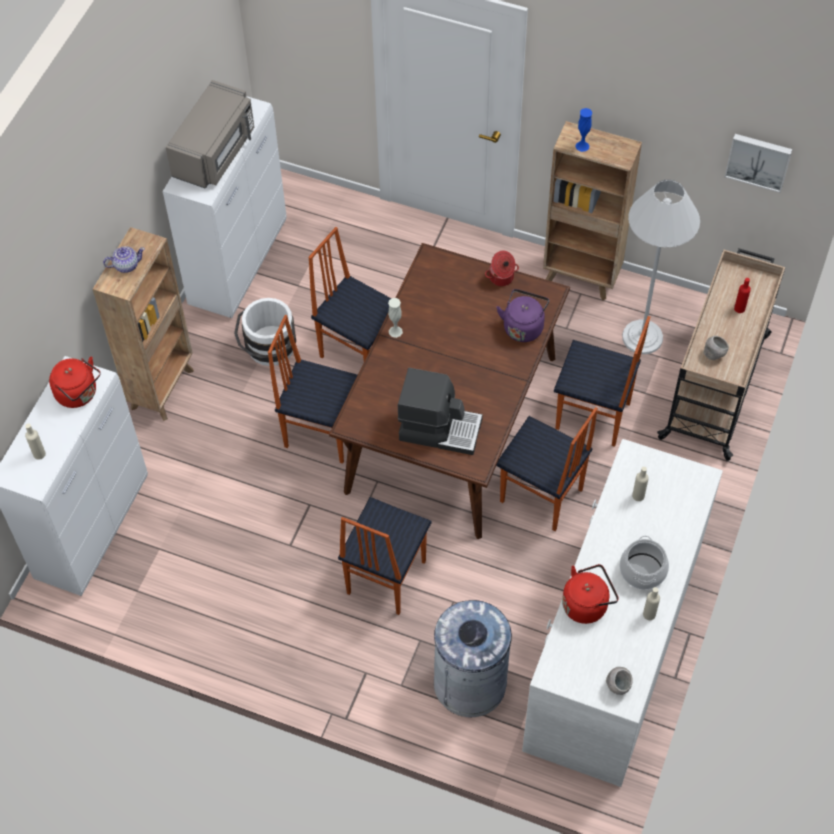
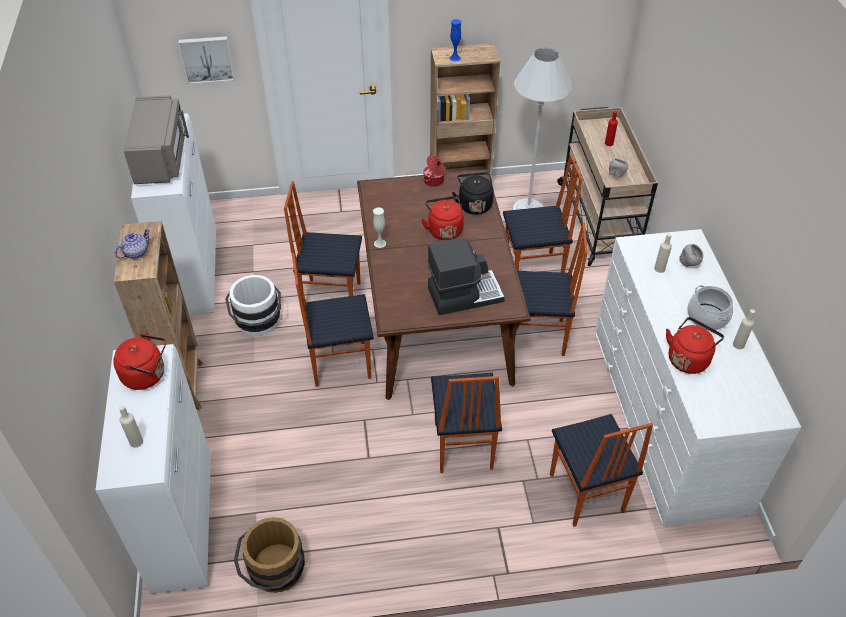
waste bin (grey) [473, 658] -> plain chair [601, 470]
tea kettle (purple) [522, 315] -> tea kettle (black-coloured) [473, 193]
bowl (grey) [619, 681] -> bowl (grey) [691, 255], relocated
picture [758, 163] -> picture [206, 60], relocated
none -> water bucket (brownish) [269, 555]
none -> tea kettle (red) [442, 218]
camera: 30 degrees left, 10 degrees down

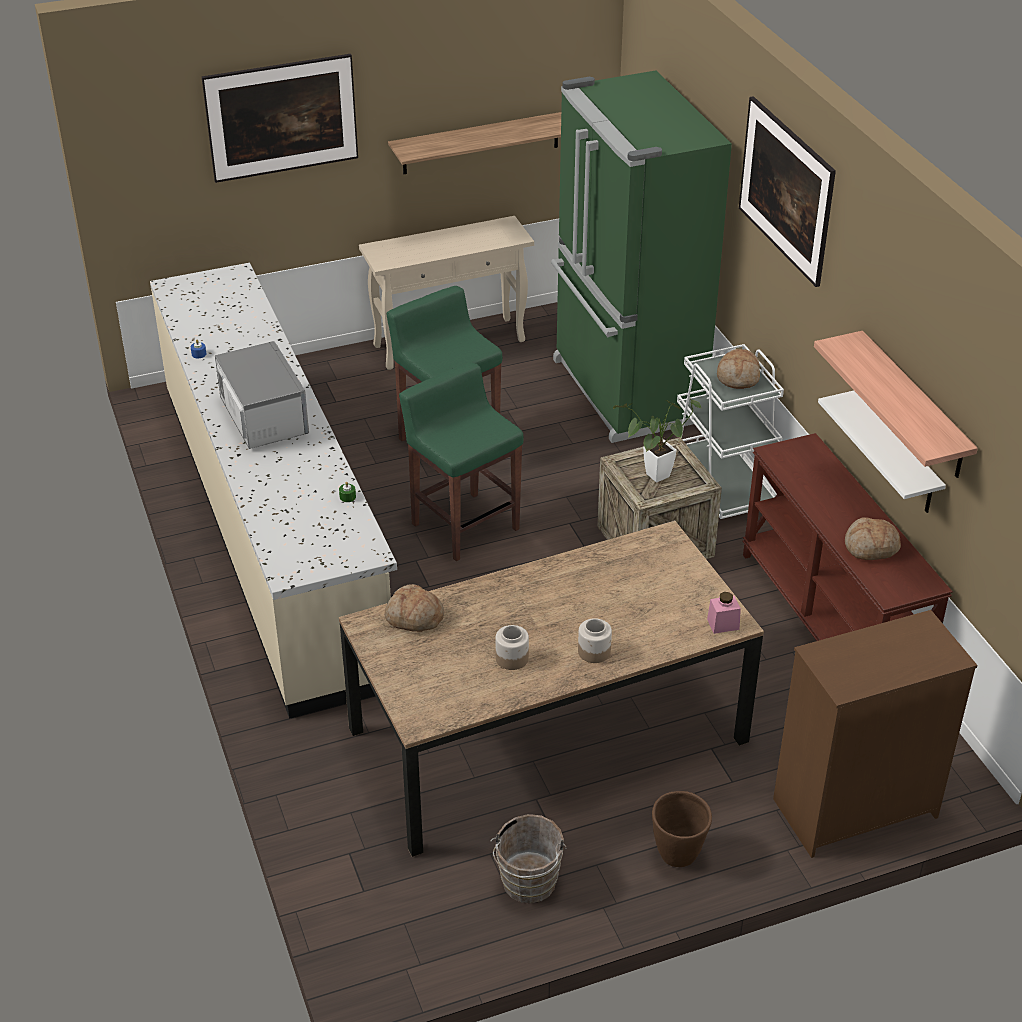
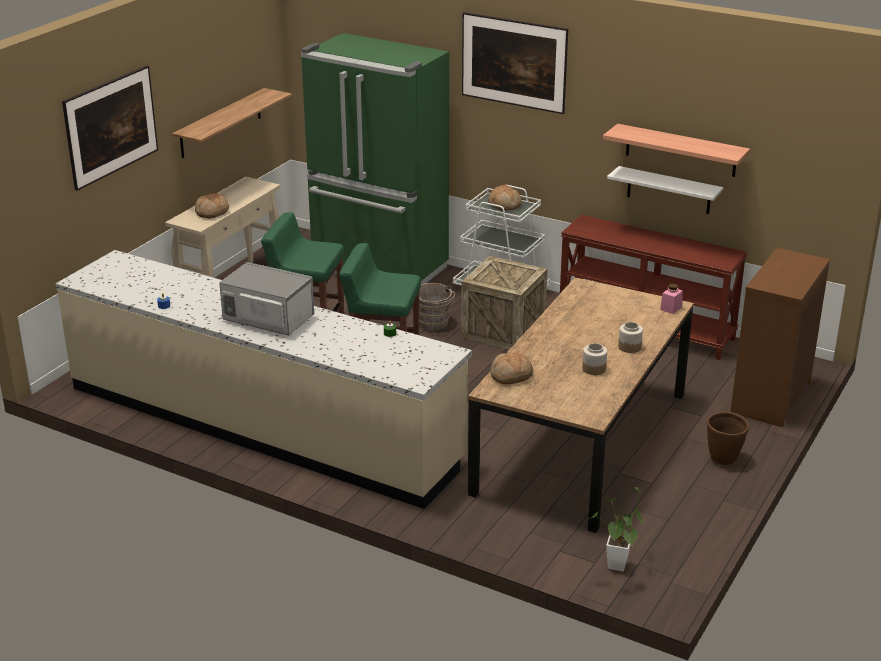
water bucket (brownish) [528, 858] -> water bucket (brownish) [437, 307], relocated
potted plant [657, 440] -> potted plant [613, 529], relocated
bakery bread [873, 538] -> bakery bread [212, 206], relocated
camera: 40 degrees left, 10 degrees down

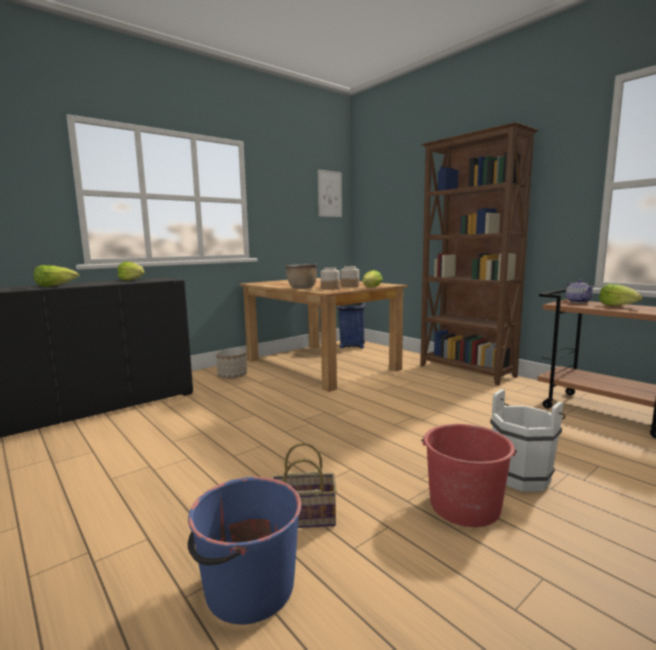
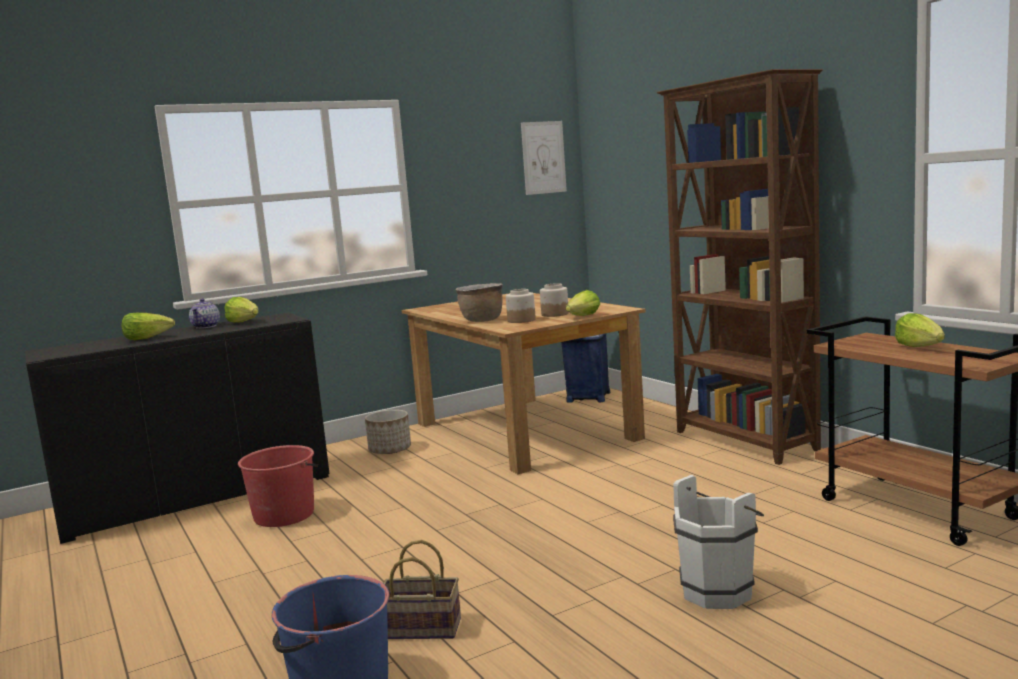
water bucket (red) [469, 475] -> water bucket (red) [278, 486], relocated
teapot [580, 291] -> teapot [204, 314], relocated
camera: 10 degrees right, 0 degrees up

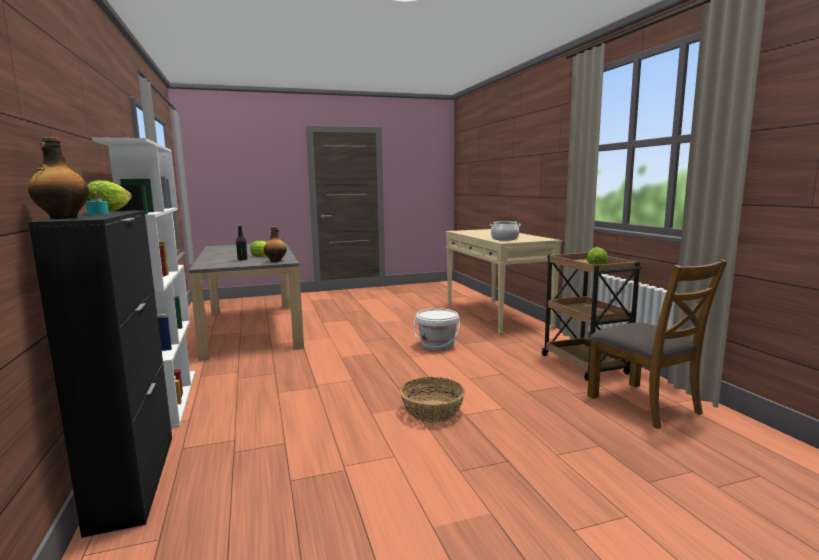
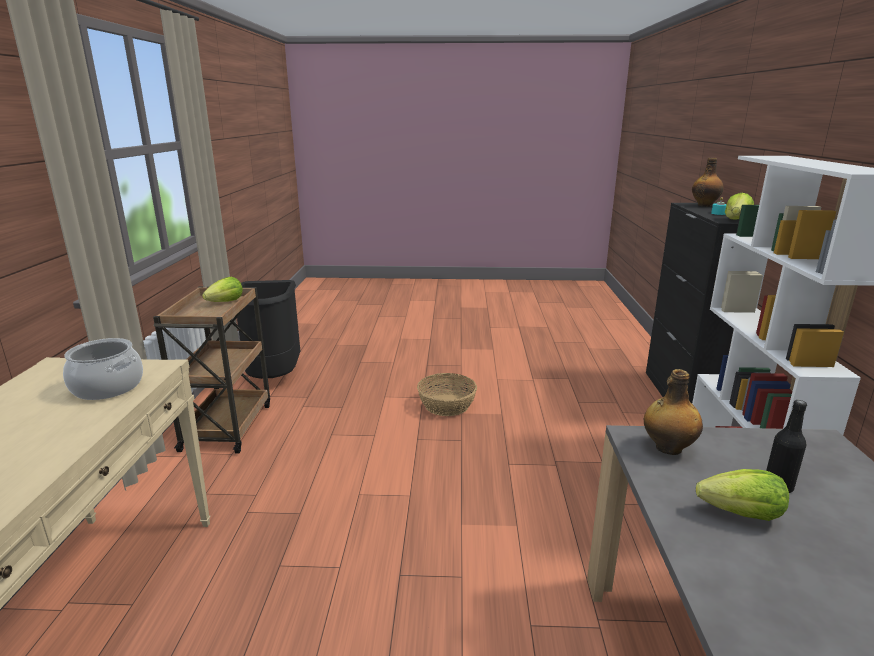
water bucket (white-coloured) [437, 329] -> none
plain chair (brownish) [657, 344] -> waste bin (black-coloured) [268, 329]
camera: 160 degrees left, 10 degrees up

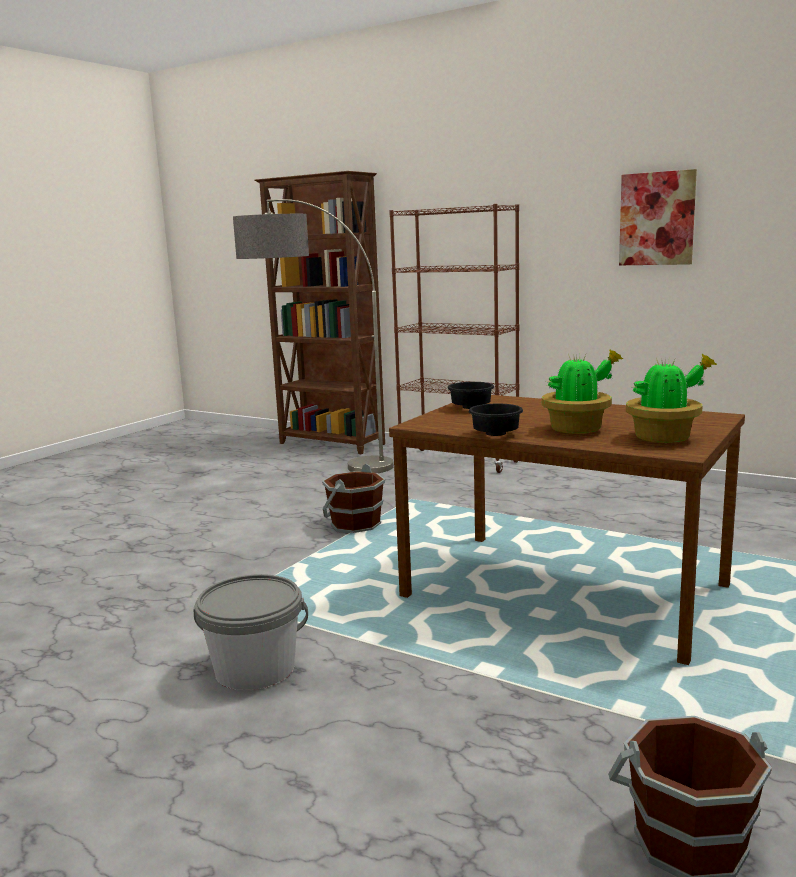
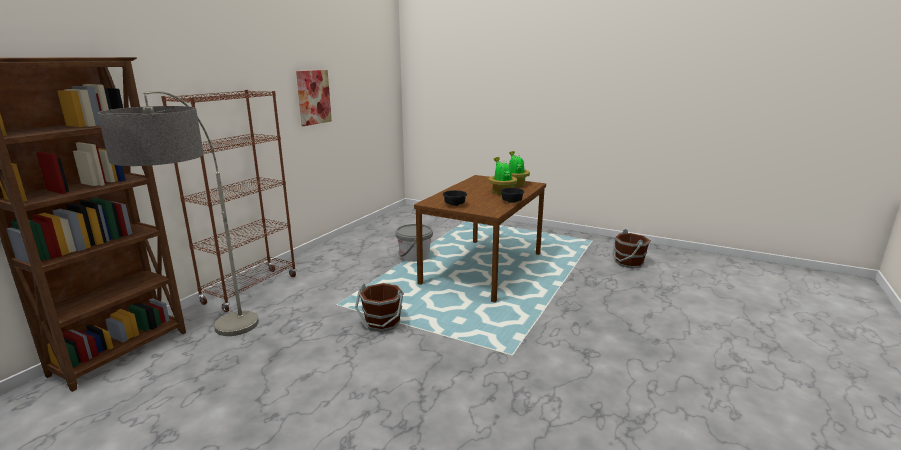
water bucket (grey) [250, 632] -> water bucket (grey) [414, 243], relocated
camera: 95 degrees left, 5 degrees up

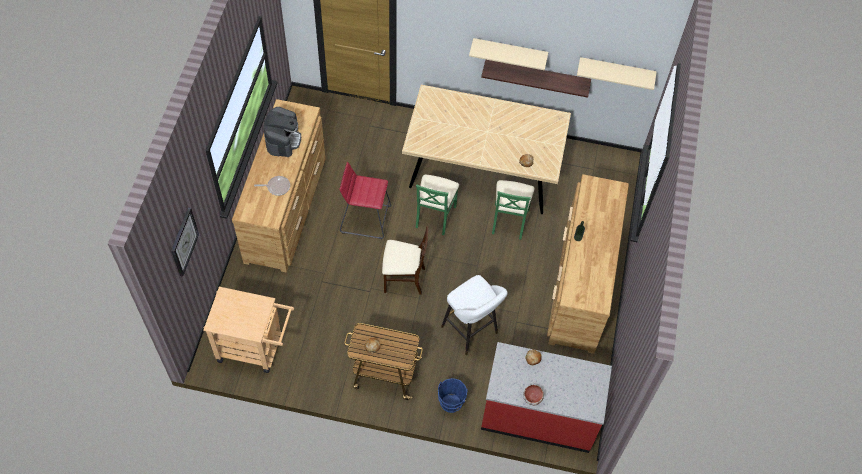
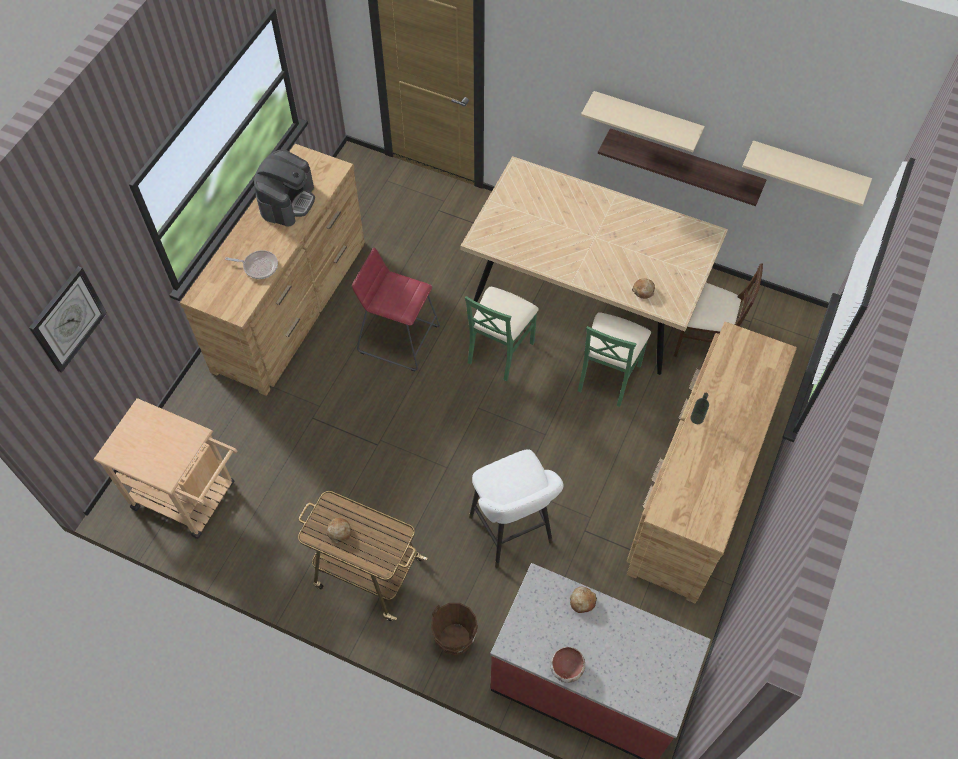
plain chair (beige) [405, 260] -> plain chair (beige) [718, 310], relocated
water bucket (blue) [453, 395] -> water bucket (brownish) [454, 629]
camera: 15 degrees right, 0 degrees up

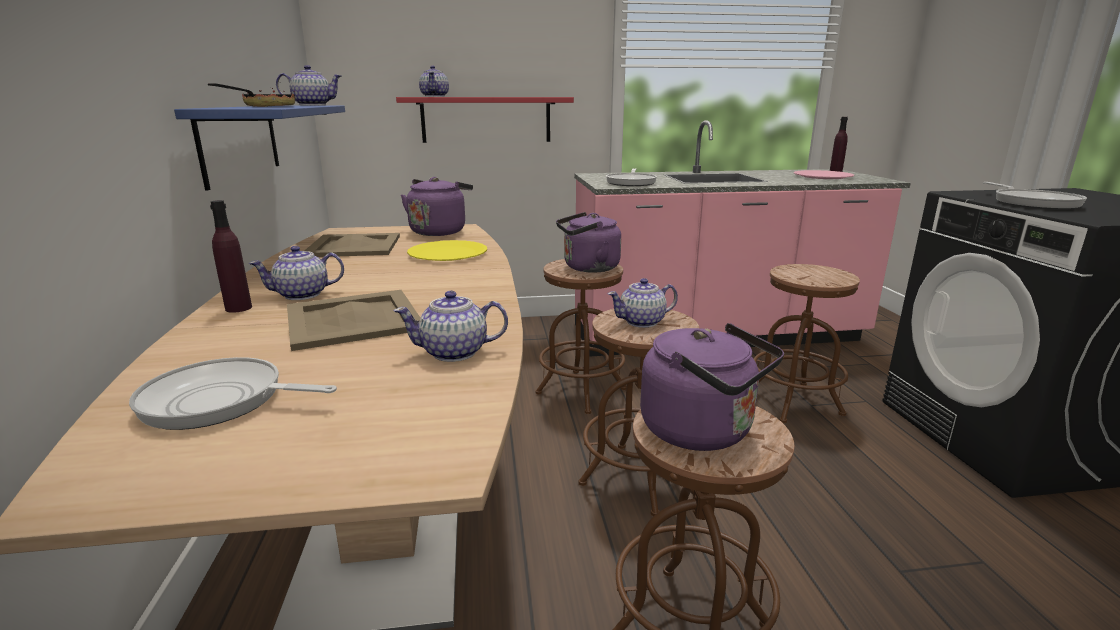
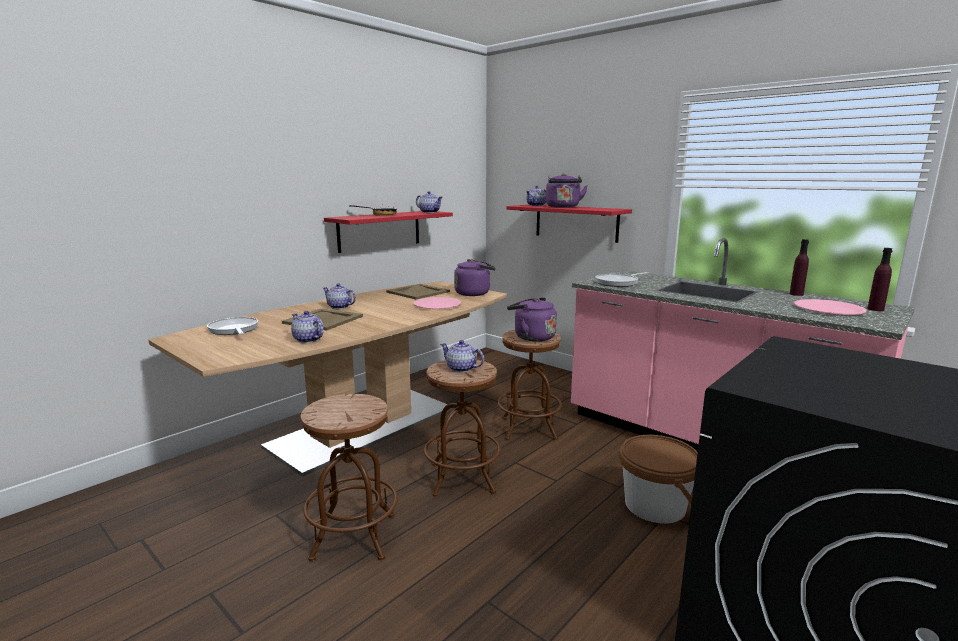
bracket shelf (blue) [259, 148] -> bracket shelf (red) [388, 232]
bottle (purple) [231, 256] -> bottle (purple) [799, 267], relocated
flat dish (yellow) [447, 250] -> flat dish (pink) [437, 303]
tea kettle (purple) [712, 387] -> tea kettle (purple) [567, 190], relocated
sitting stool (brownish) [807, 343] -> water bucket (brownish) [658, 479]
skillet [1035, 196] -> none
camera: 50 degrees right, 5 degrees down

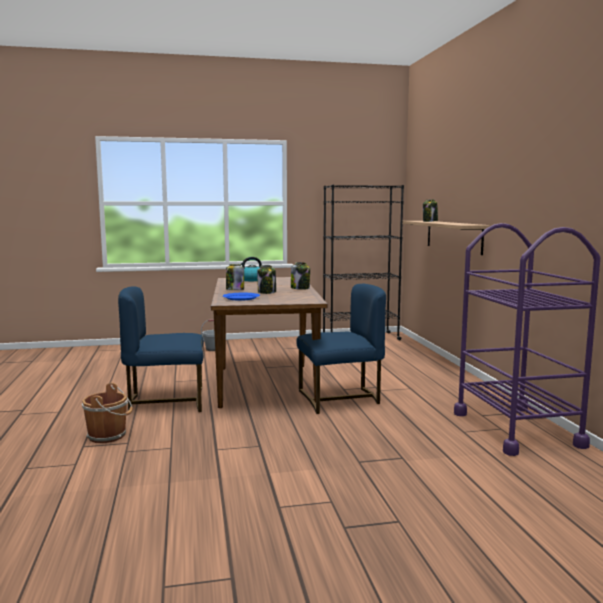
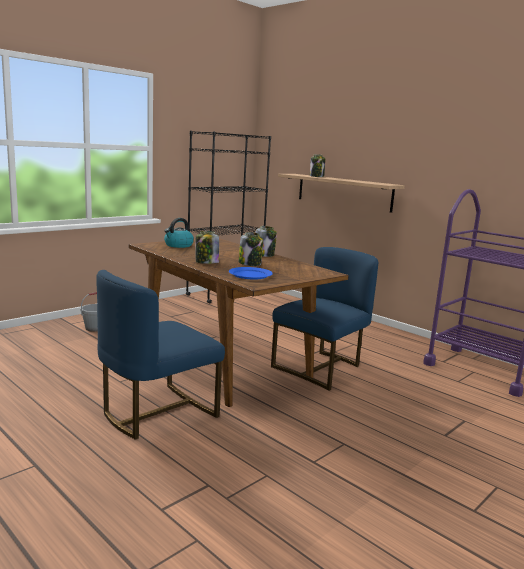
water bucket (brownish) [107, 413] -> none
camera: 35 degrees left, 5 degrees up

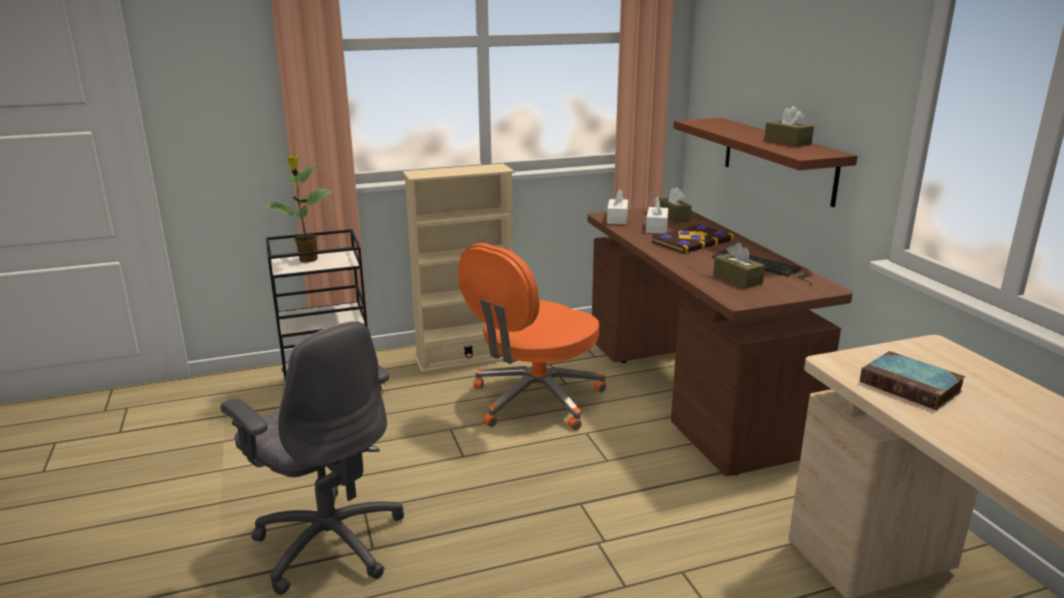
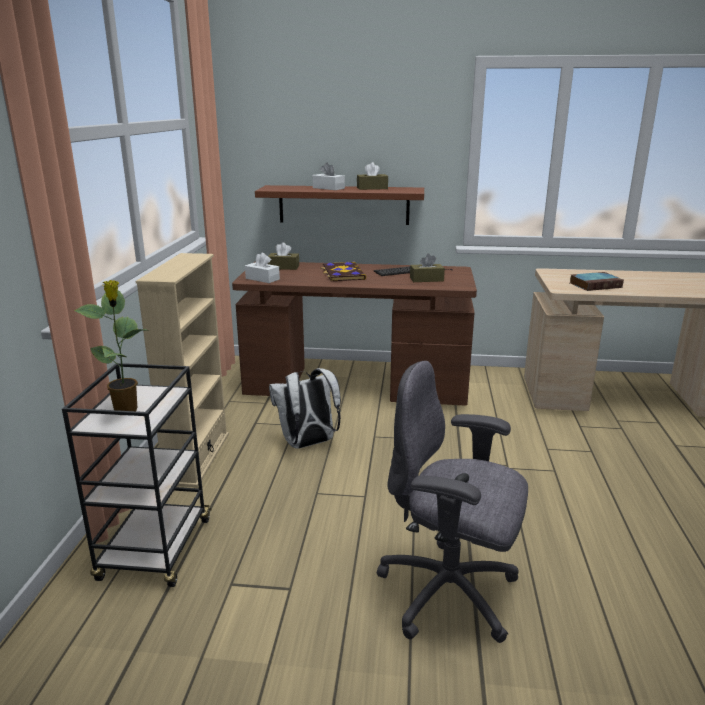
office chair (grey) [312, 458] -> office chair (grey) [452, 502], 135 degrees counterclockwise
office chair (orangey) [532, 337] -> backpack (white-coloured) [305, 408]
box of tissues (white-coloured) [657, 215] -> box of tissues (white-coloured) [329, 176], relocated
camera: 65 degrees left, 0 degrees up

